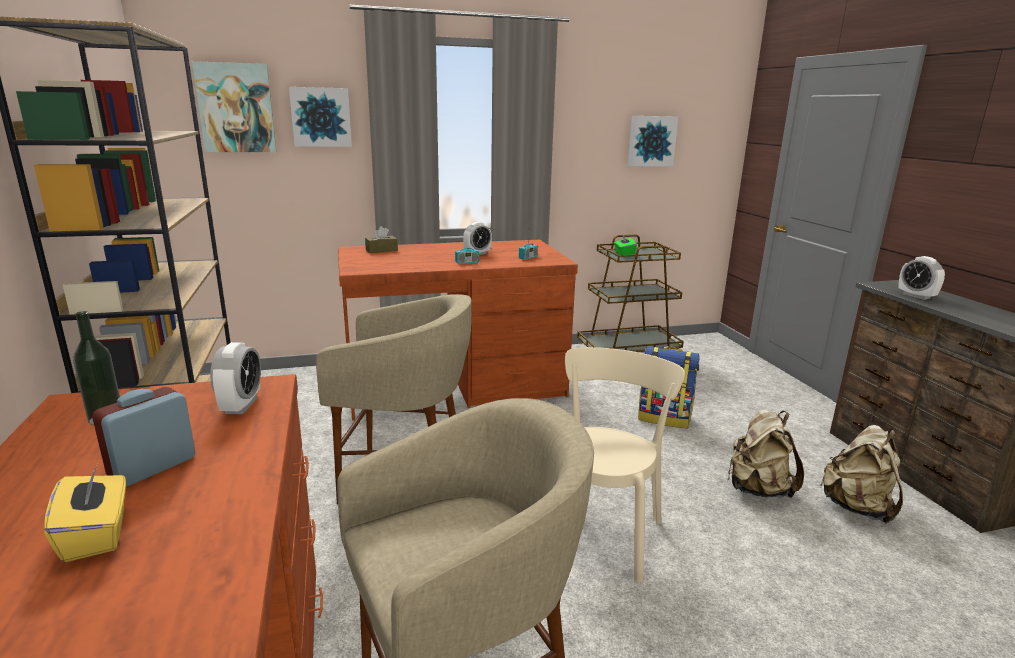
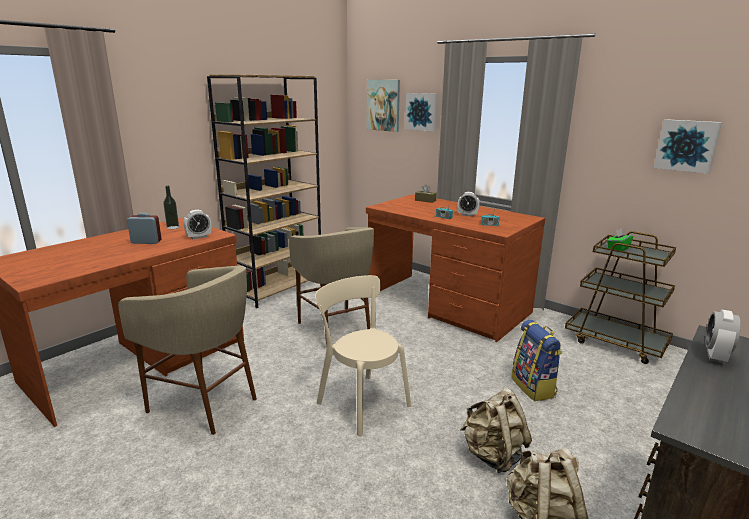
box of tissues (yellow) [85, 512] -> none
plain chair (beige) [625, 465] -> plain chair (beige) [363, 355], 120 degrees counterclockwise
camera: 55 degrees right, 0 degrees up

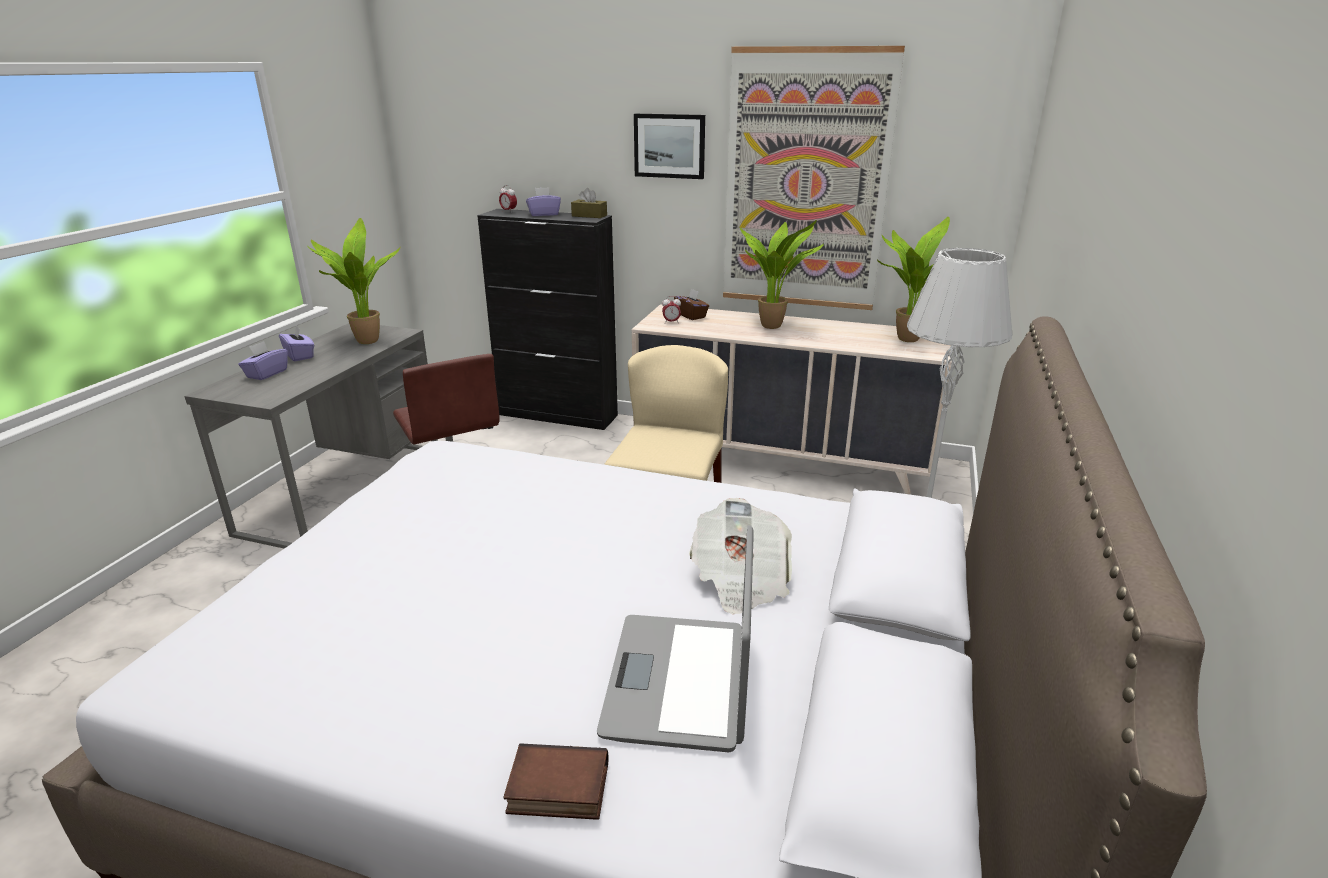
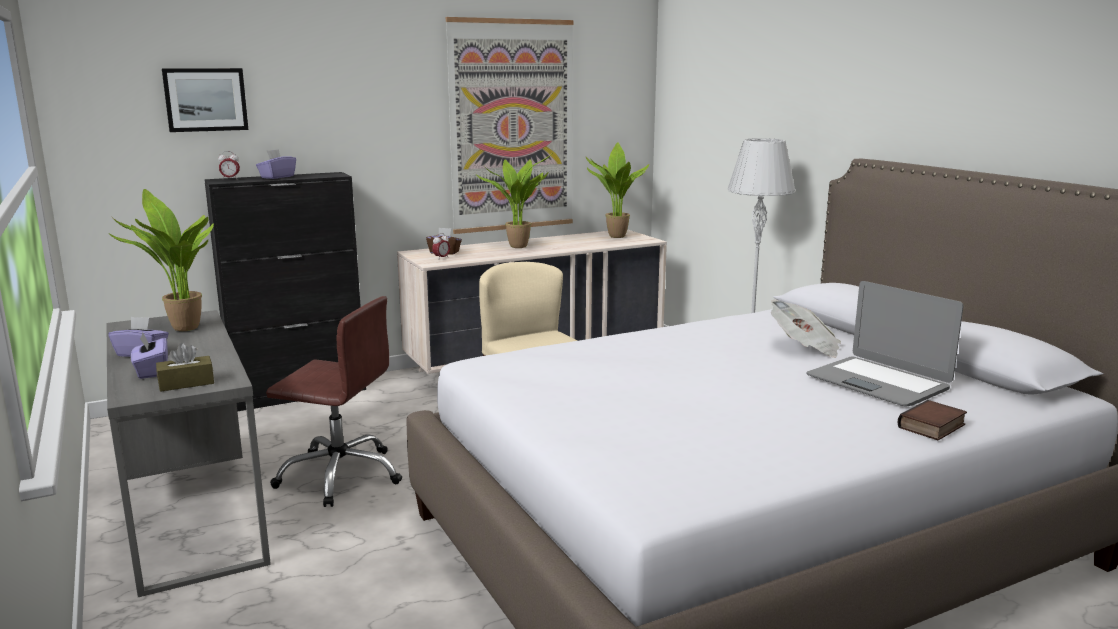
box of tissues (brownish) [589, 203] -> box of tissues (brownish) [185, 367], relocated
picture [669, 146] -> picture [205, 100], relocated
camera: 45 degrees left, 10 degrees down

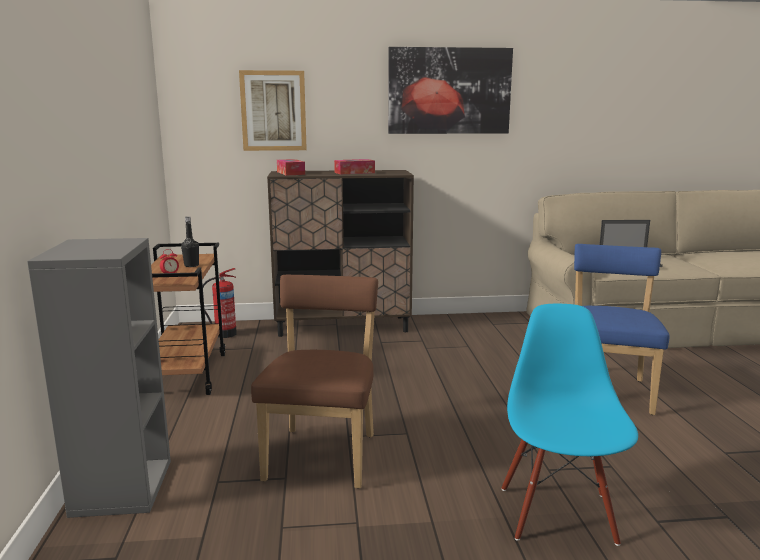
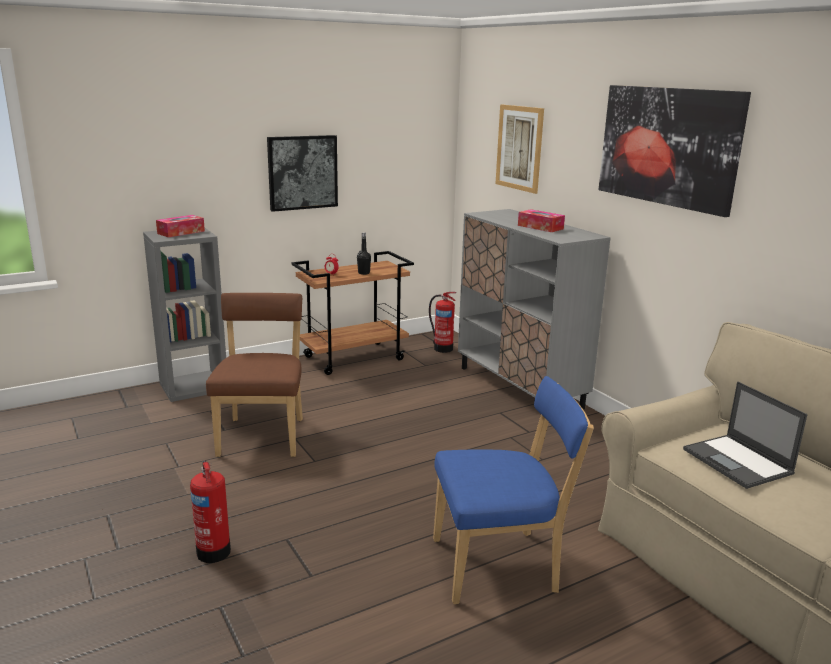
plain chair (brownish) [314, 382] -> plain chair (brownish) [254, 375], 75 degrees counterclockwise
cupboard (brownish) [340, 253] -> cupboard (grey) [534, 309]
box of tissues [291, 167] -> box of tissues [180, 226], relocated
plain chair (blue) [569, 425] -> extinguisher [210, 511]
none -> picture [302, 173]
camera: 65 degrees right, 5 degrees up

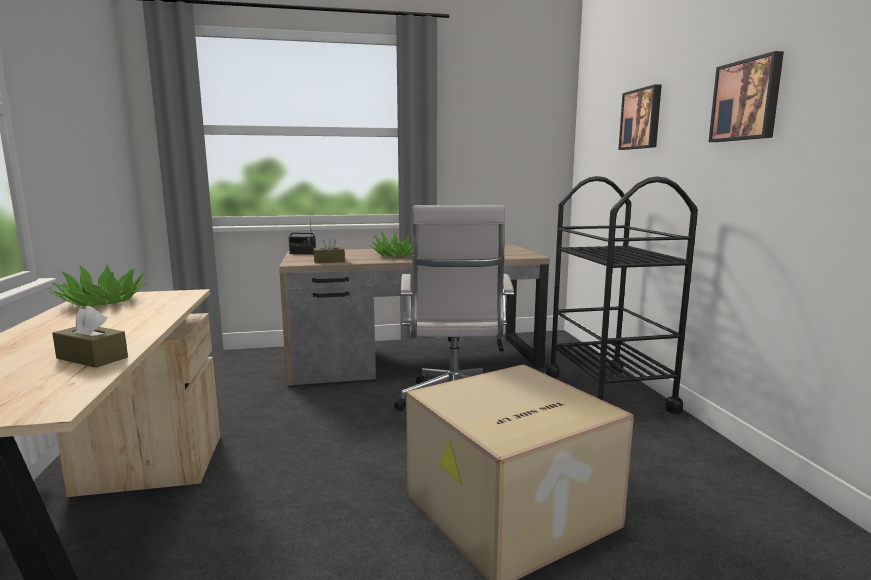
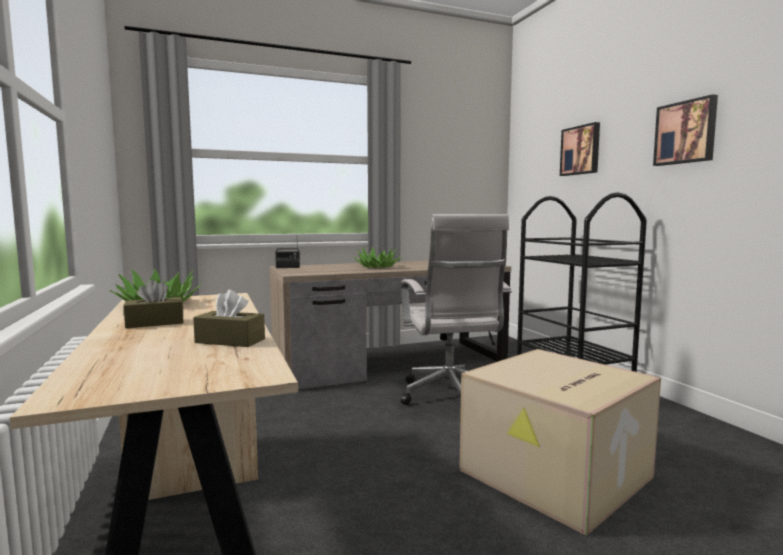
box of tissues (brownish) [329, 249] -> box of tissues (brownish) [154, 303], relocated
camera: 10 degrees left, 5 degrees down

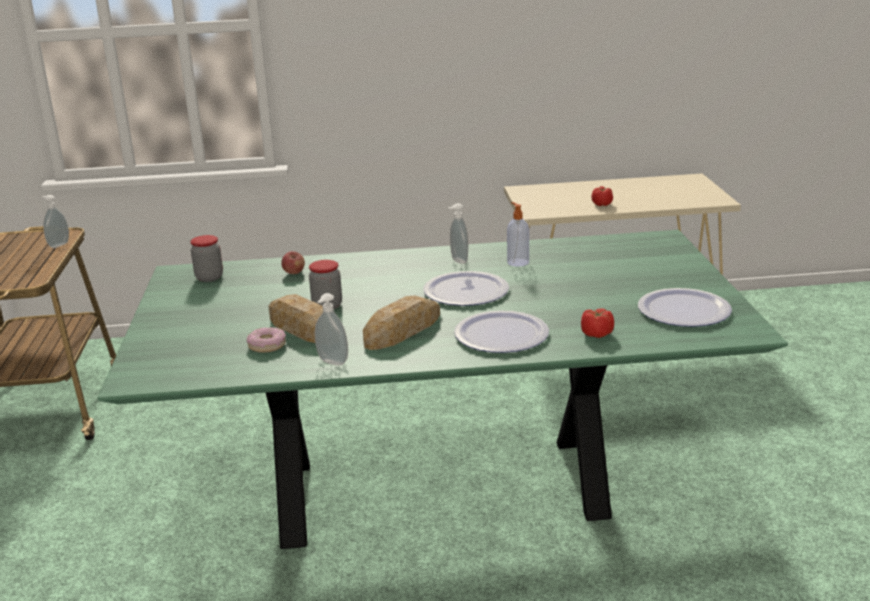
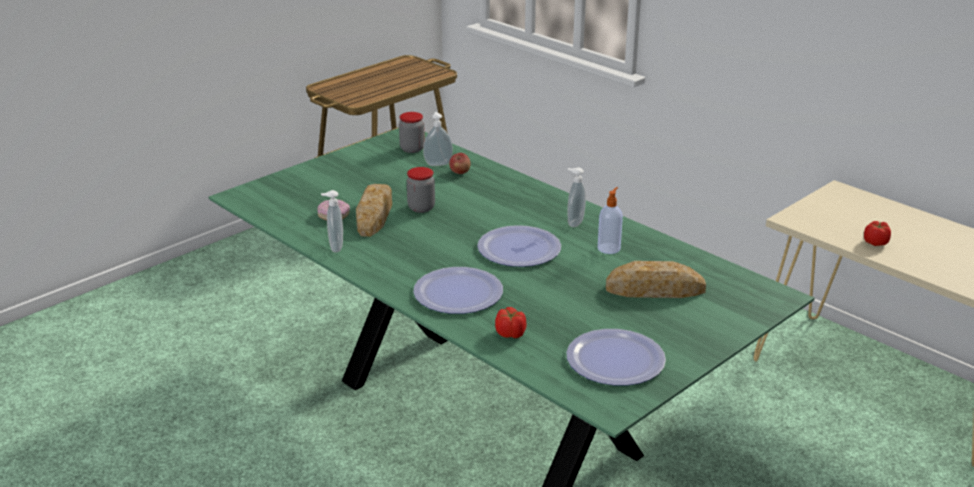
soap dispenser [55, 221] -> soap dispenser [438, 139], relocated
bakery bread [401, 323] -> bakery bread [656, 279], relocated
camera: 50 degrees right, 5 degrees up

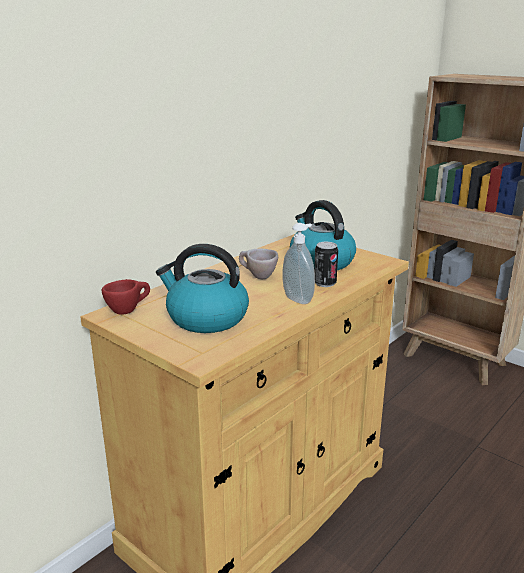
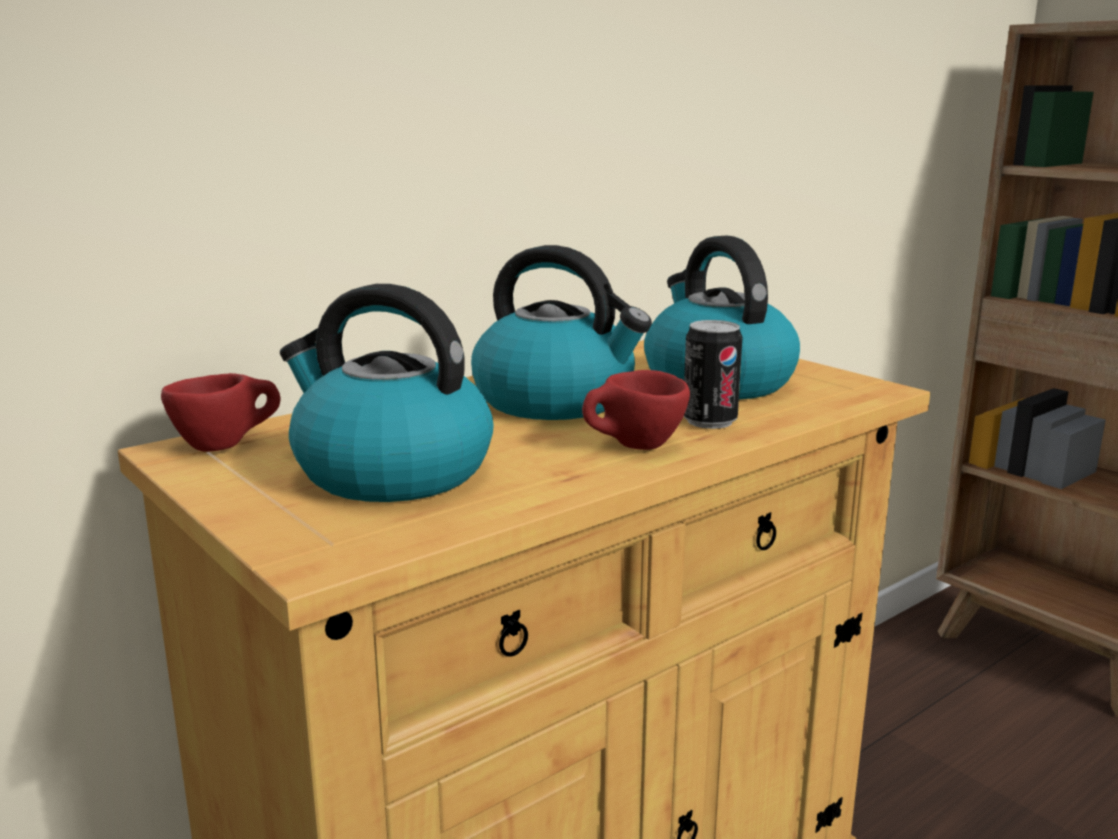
cup (beige) [258, 264] -> tea kettle [561, 332]
soap dispenser [298, 263] -> cup (red) [636, 410]
camera: 10 degrees right, 5 degrees down

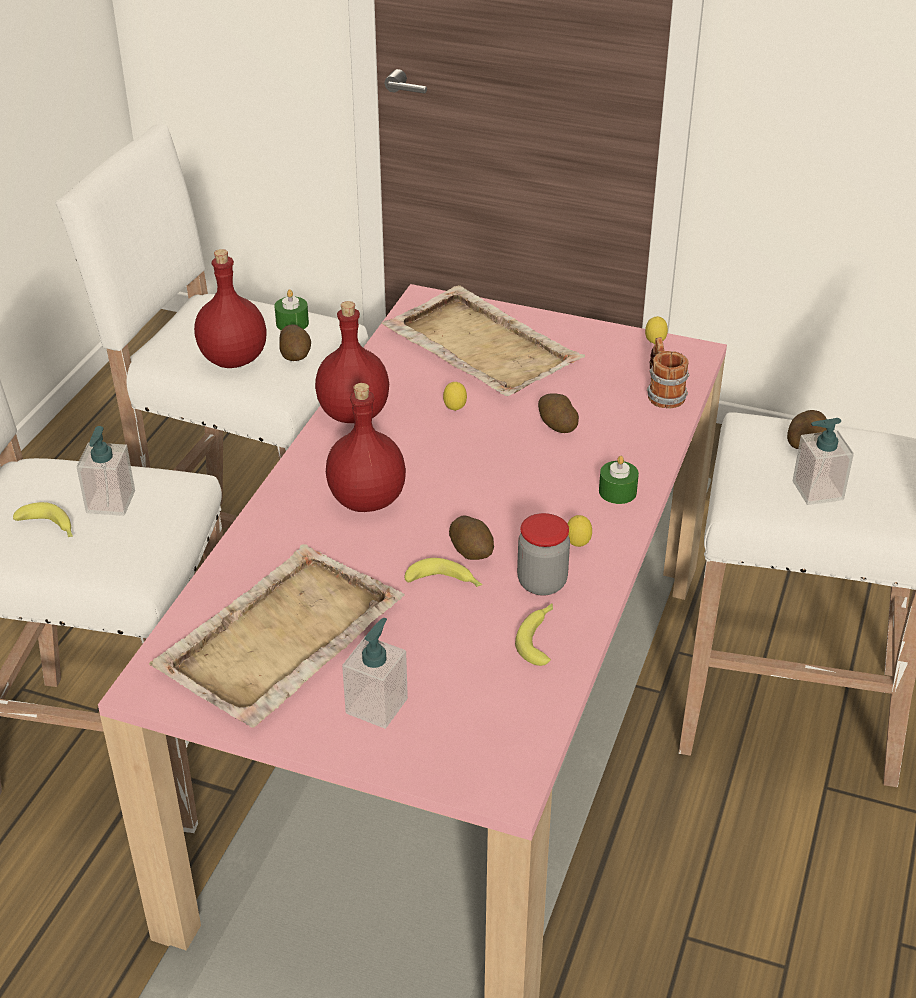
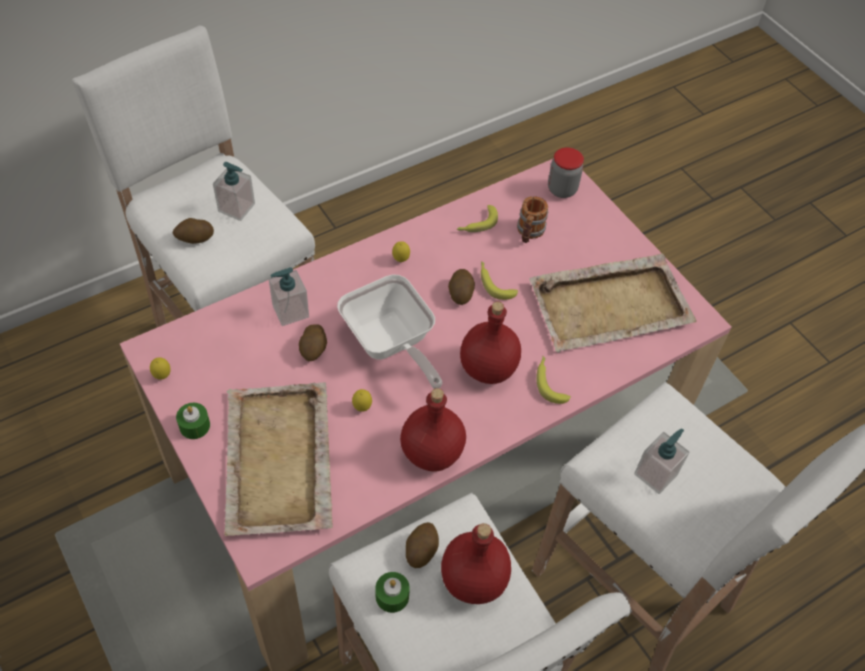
banana fruit [43, 519] -> banana fruit [553, 380], relocated
soap dispenser [375, 673] -> soap dispenser [289, 296], relocated
preserve jar [543, 554] -> preserve jar [566, 172], relocated
wax light (green-coloured) [619, 480] -> wax light (green-coloured) [193, 421], relocated
coffee mug [668, 373] -> coffee mug [532, 219], relocated
none -> skillet [389, 331]
camera: 145 degrees left, 15 degrees up

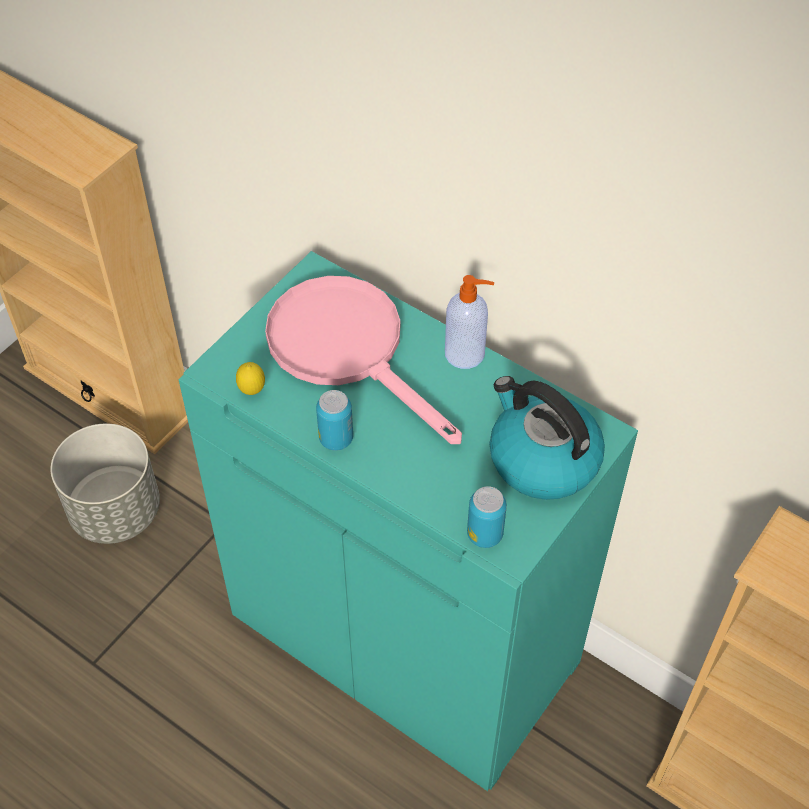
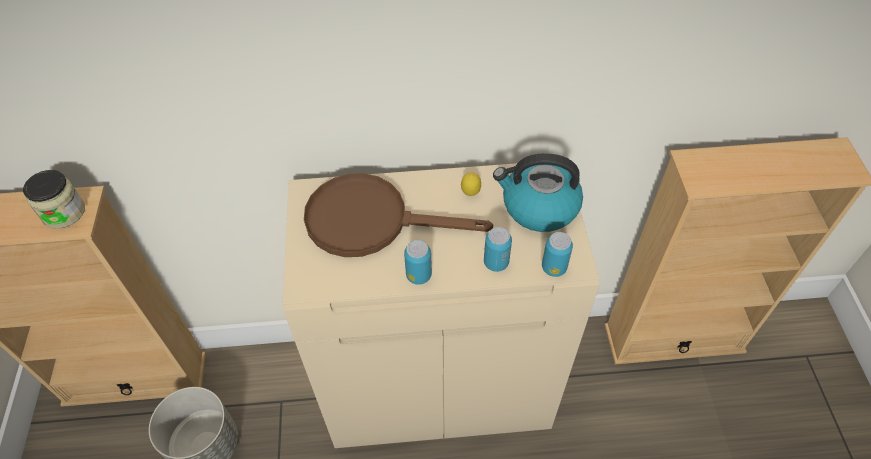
cupboard (blue-green) [408, 521] -> cupboard (beige) [441, 305]
whole lemon [250, 378] -> whole lemon [471, 184], relocated
skillet (pink) [363, 360] -> skillet (brownish) [398, 215]
soap dispenser [469, 322] -> none
none -> preserve jar [54, 199]
none -> can [498, 249]
camera: 40 degrees left, 0 degrees up

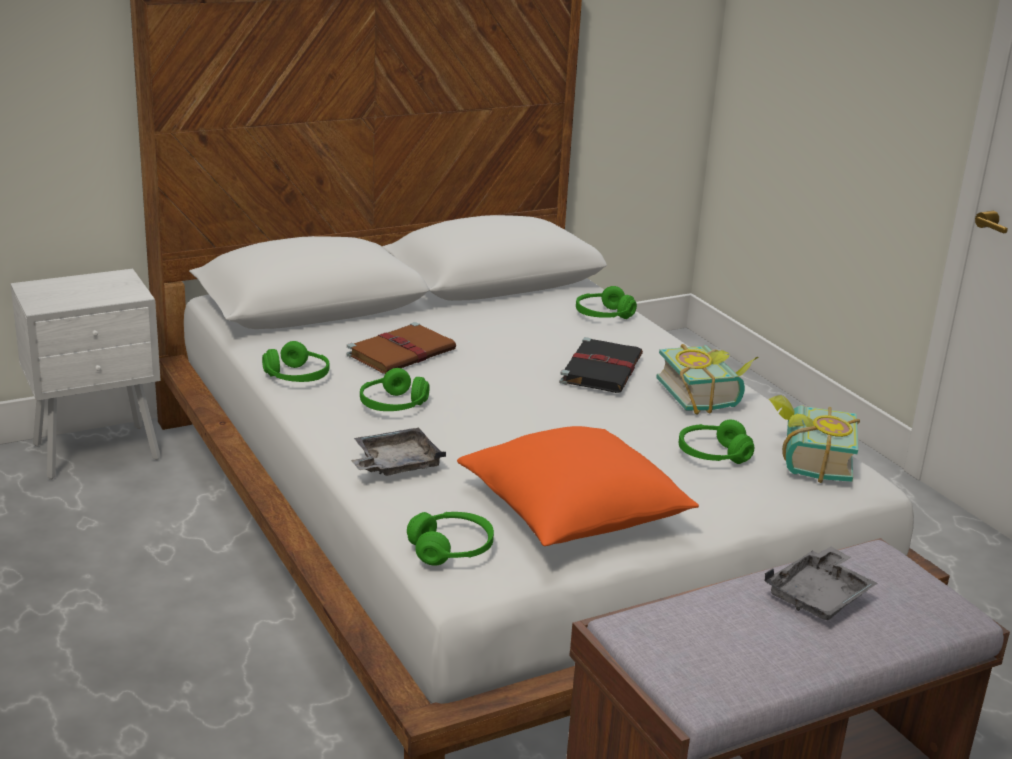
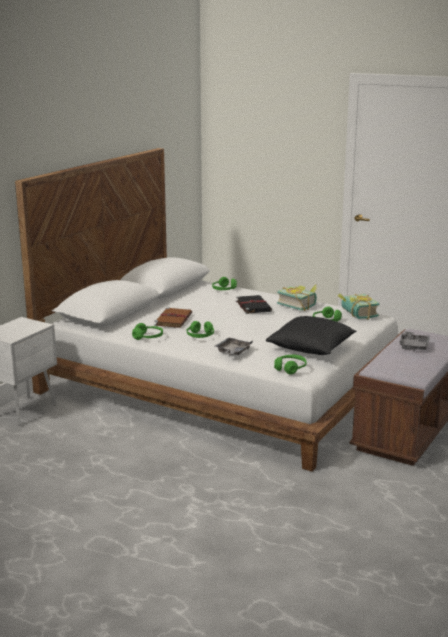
pillow (orangey) [578, 486] -> pillow (black-coloured) [311, 335]
camera: 30 degrees left, 5 degrees down

